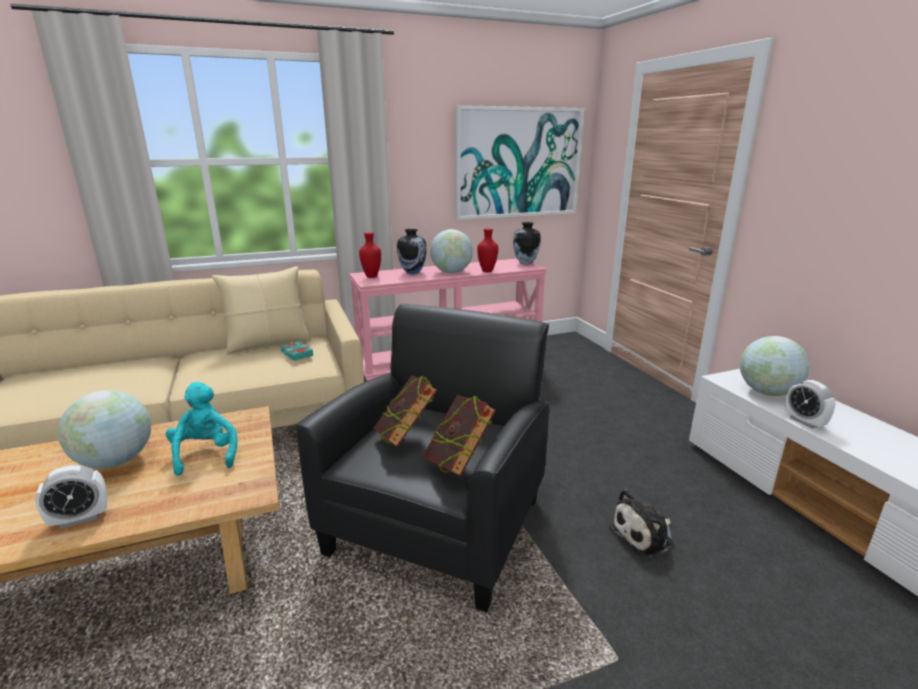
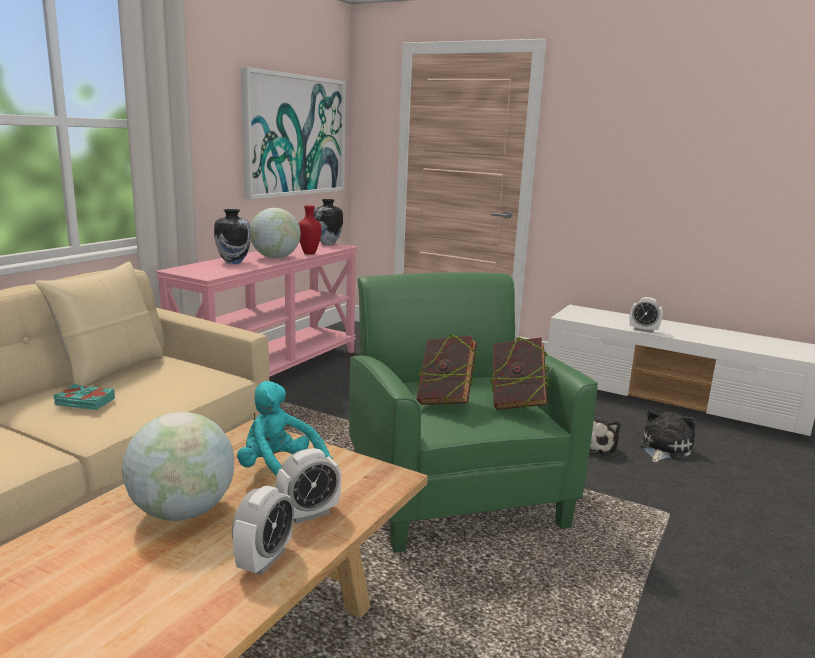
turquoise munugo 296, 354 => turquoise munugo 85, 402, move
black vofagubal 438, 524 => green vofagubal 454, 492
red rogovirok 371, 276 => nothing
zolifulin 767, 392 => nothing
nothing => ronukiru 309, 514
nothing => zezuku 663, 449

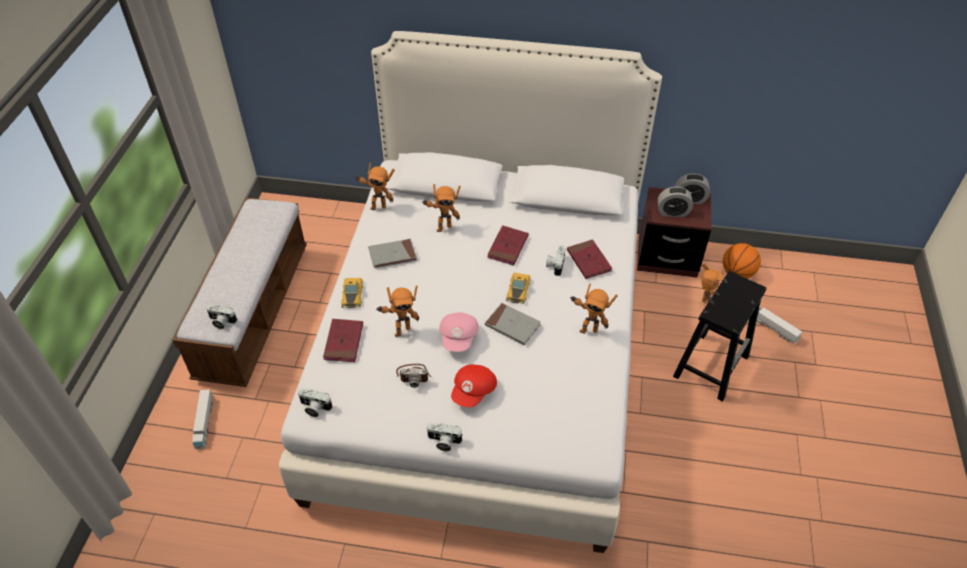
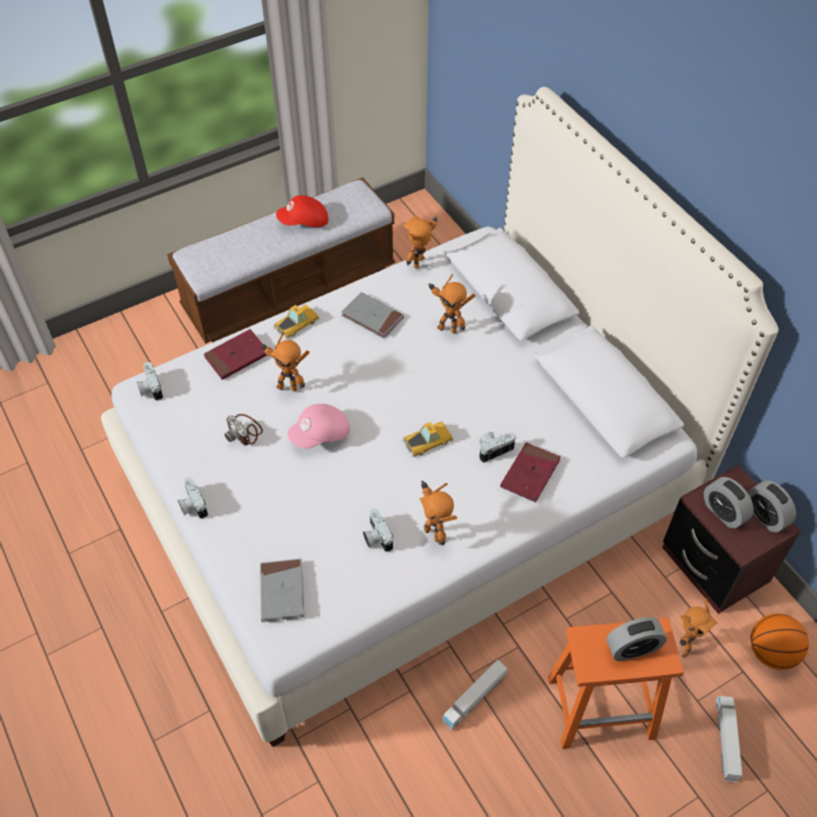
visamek 204, 423 => visamek 474, 698, move
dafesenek 221, 322 => dafesenek 376, 537, move
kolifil 378, 206 => kolifil 422, 264, 75 degrees clockwise
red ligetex 474, 391 => red ligetex 304, 222, move
grey munugo 512, 325 => grey munugo 282, 592, move
red munugo 508, 247 => nothing
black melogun 711, 365 => orange melogun 602, 707
nothing => ronukiru 632, 648

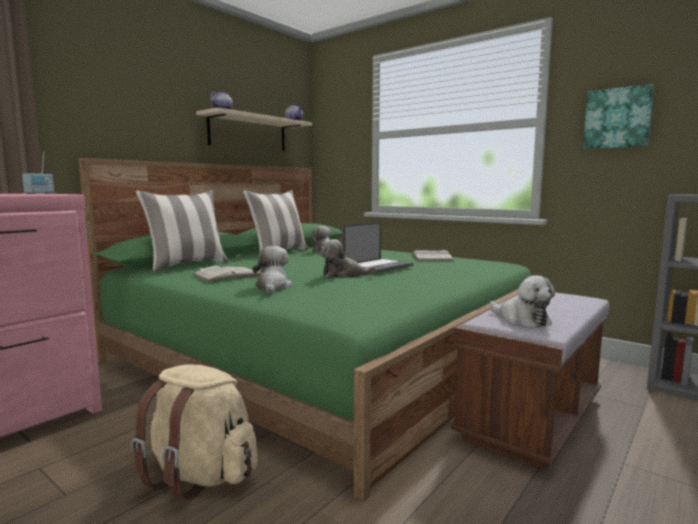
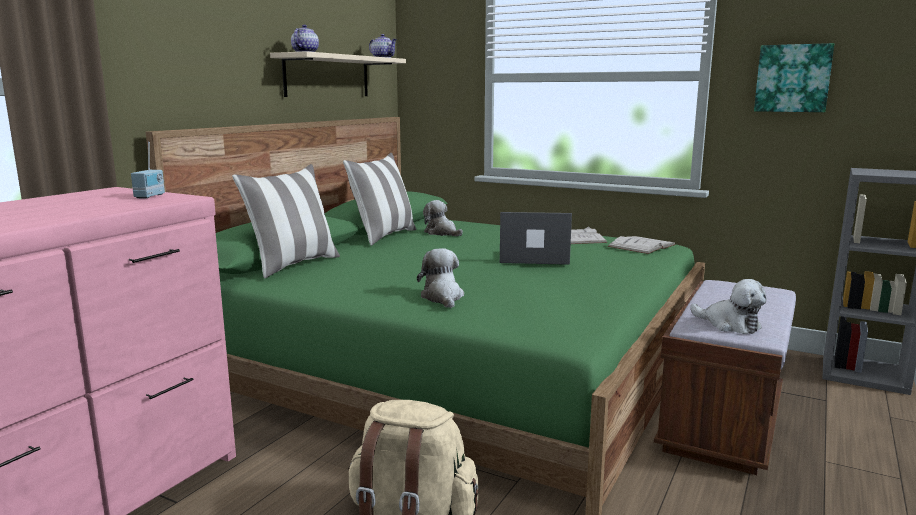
white munugo 228, 275 => white munugo 641, 245, move
zezuku 343, 275 => nothing
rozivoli 378, 266 => rozivoli 532, 257, 120 degrees counterclockwise

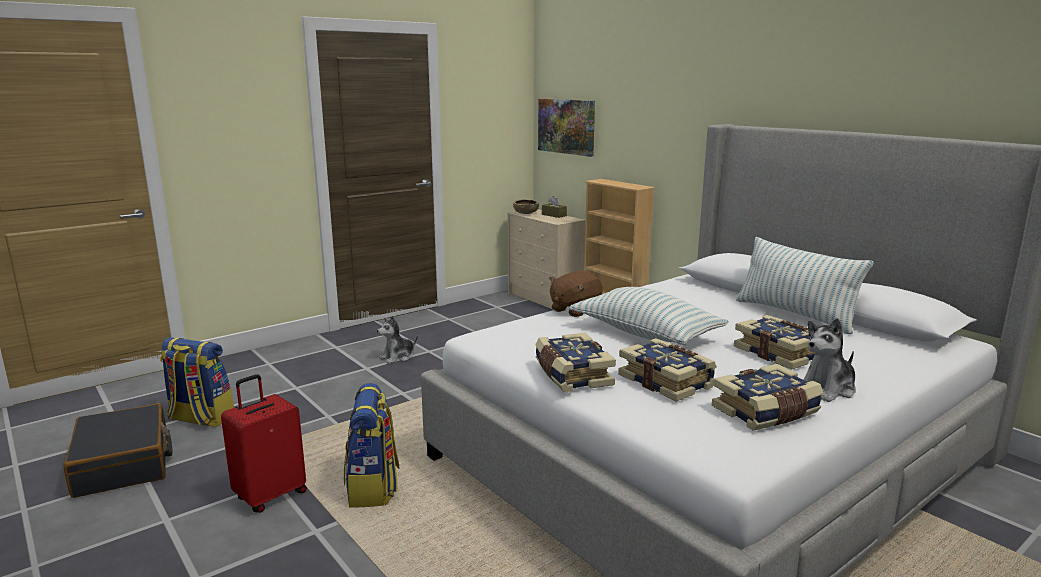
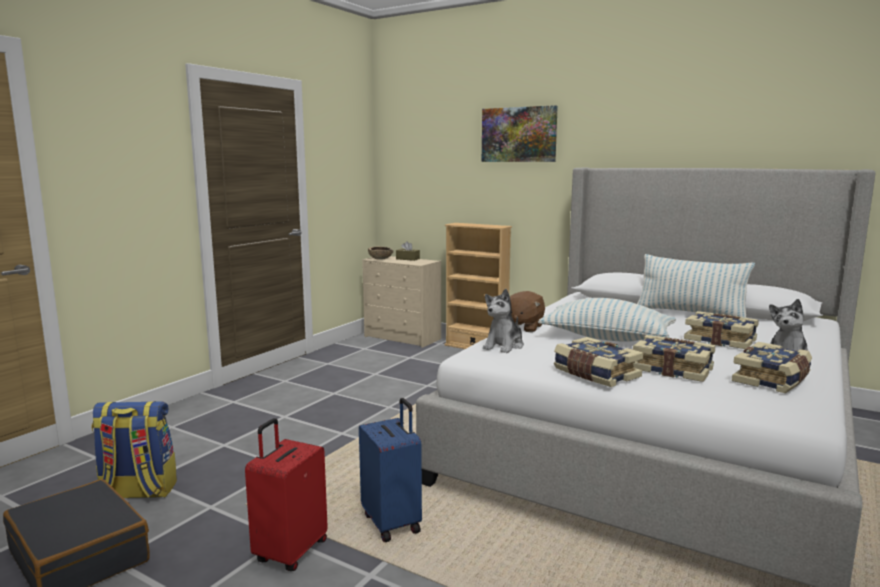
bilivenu 373, 488 => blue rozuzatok 393, 523
zezuku 398, 357 => zezuku 504, 346, move
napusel 566, 126 => napusel 519, 134, move

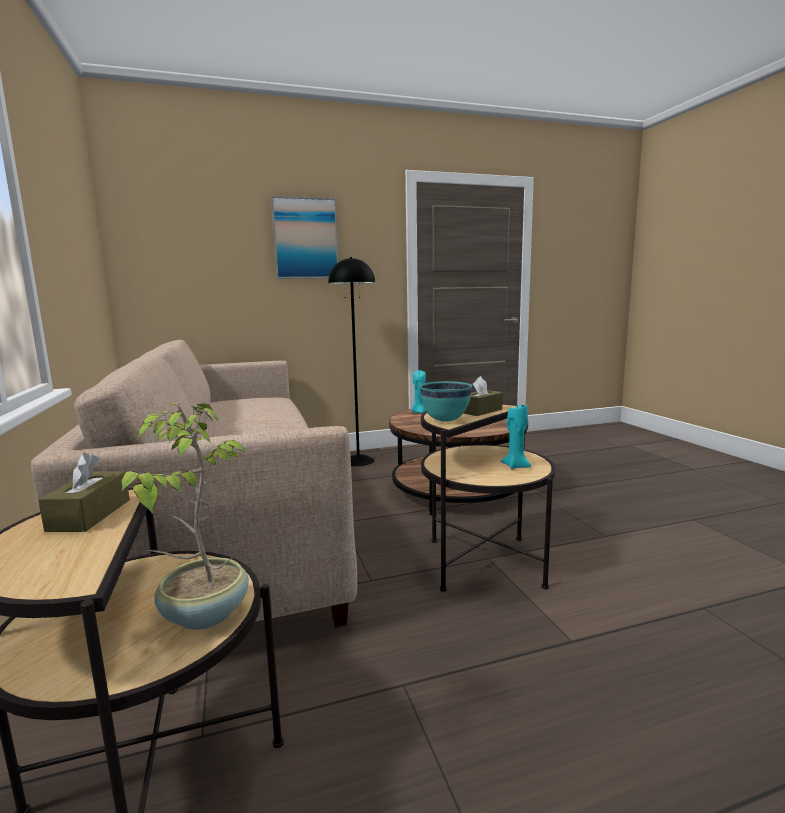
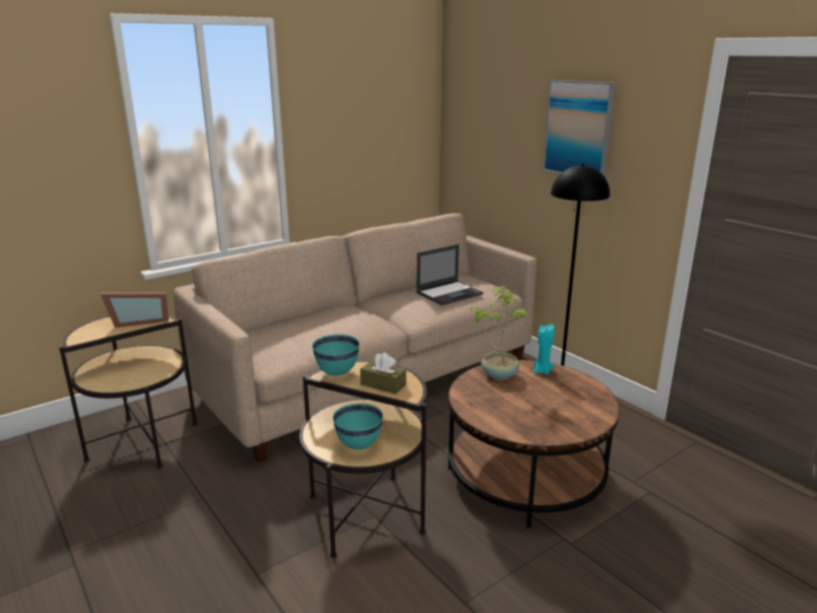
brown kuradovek 90, 515 => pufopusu 139, 321
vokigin 203, 614 => vokigin 499, 374, move
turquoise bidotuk 516, 466 => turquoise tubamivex 358, 445
nothing => rozivoli 449, 293

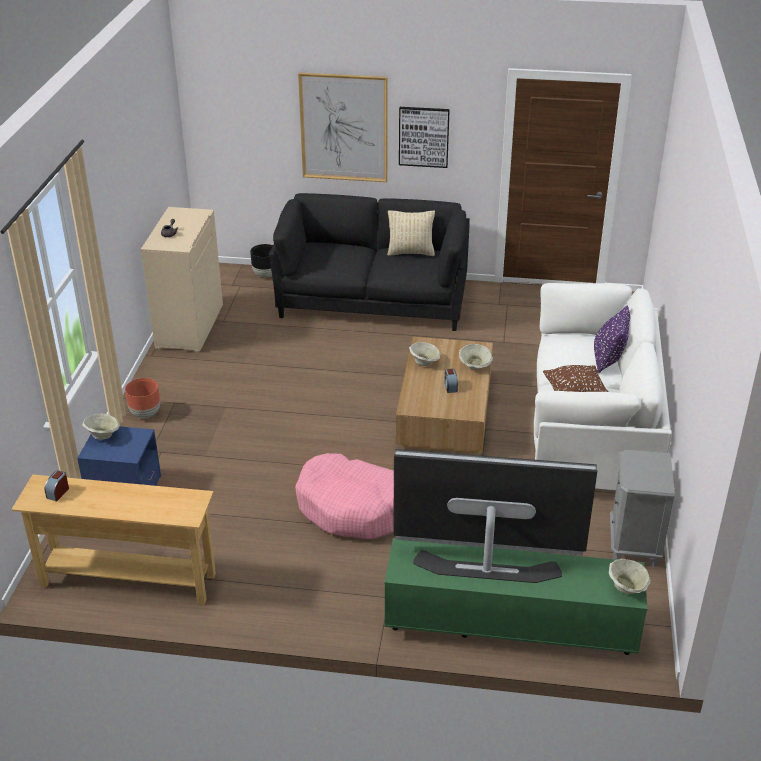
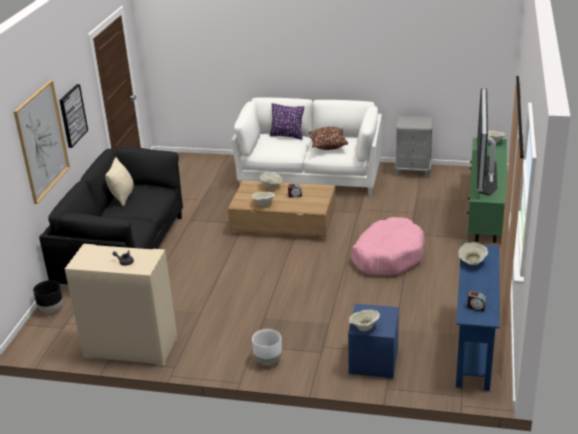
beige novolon 128, 580 => blue novolon 474, 347
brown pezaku 145, 413 => white pezaku 268, 361
nothing => beige tubamivex 472, 263

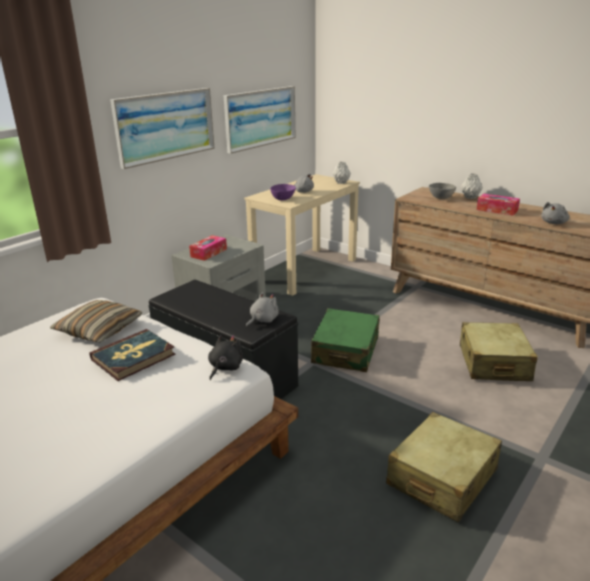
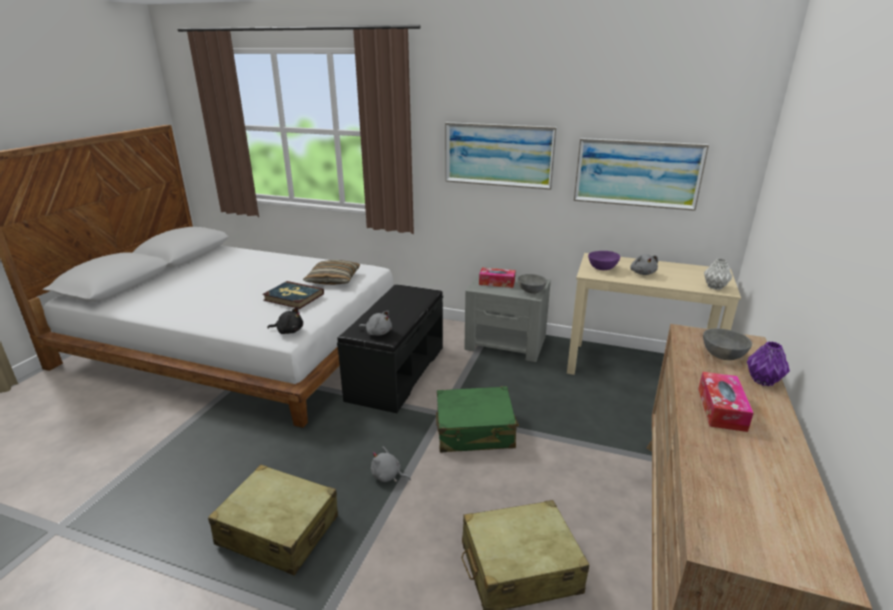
grey rogovirok 470, 197 => purple rogovirok 763, 381
grey zezuku 554, 223 => grey zezuku 388, 476, move
nothing => grey tubamivex 531, 291

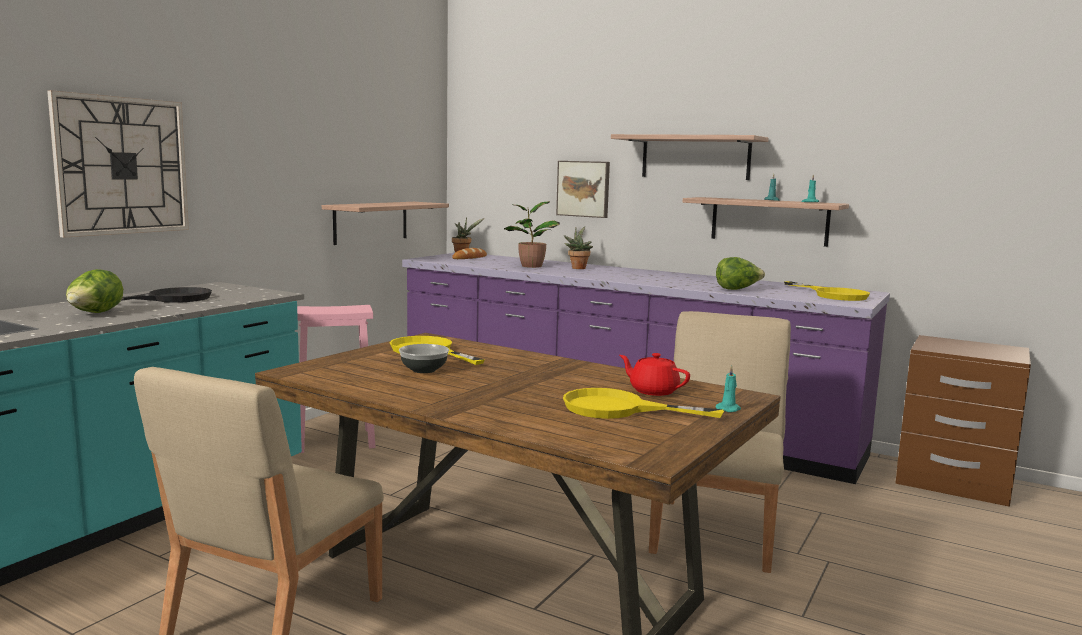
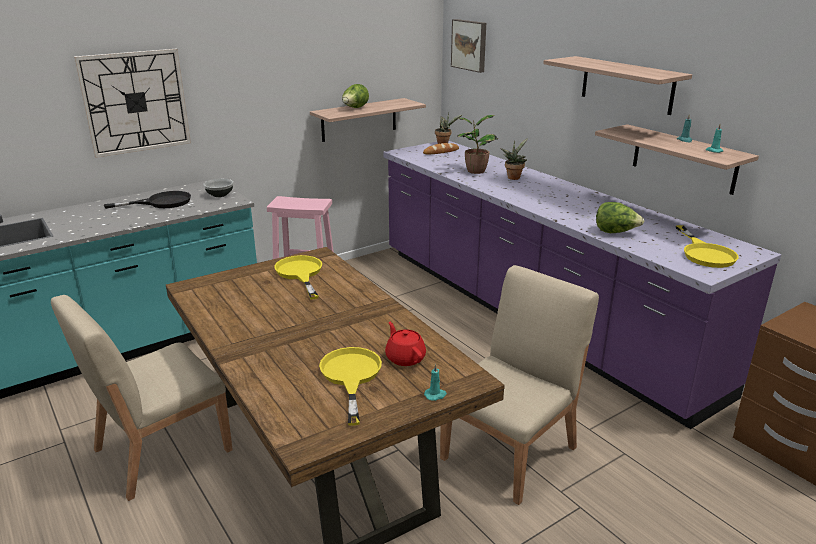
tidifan 95, 314 => tidifan 355, 108, move
tubamivex 424, 370 => tubamivex 220, 195, move
napusel 584, 189 => napusel 470, 45, move
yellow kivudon 618, 409 => yellow kivudon 351, 376, 45 degrees clockwise

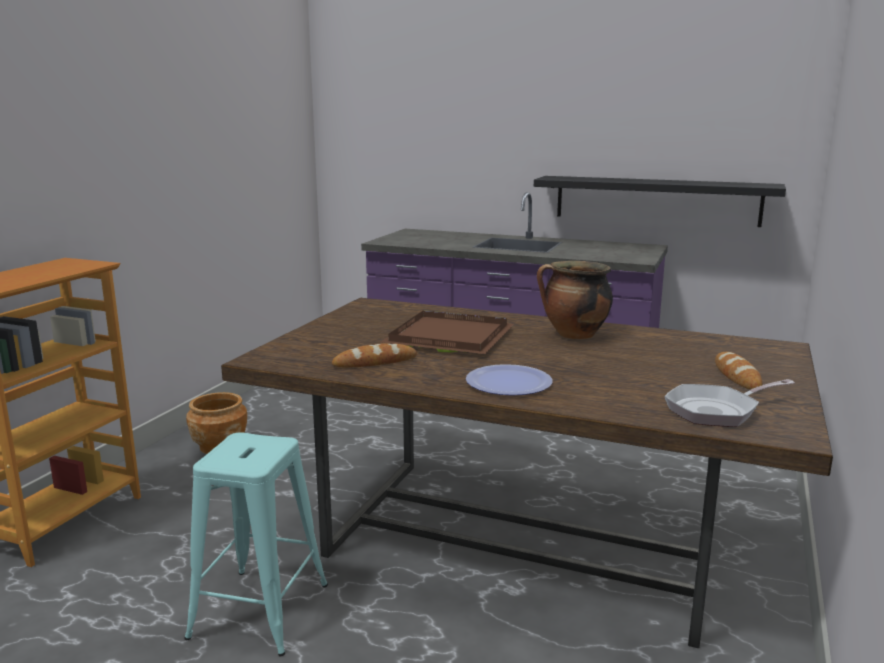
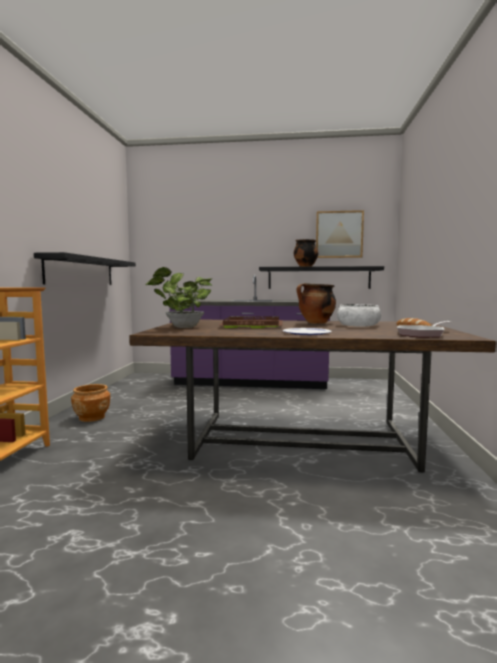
turquoise melogun 260, 610 => nothing
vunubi 375, 362 => nothing
nothing => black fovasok 81, 271
nothing => vokigin 182, 327
nothing => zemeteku 305, 266
nothing => napusel 339, 234
nothing => white tubamivex 358, 325

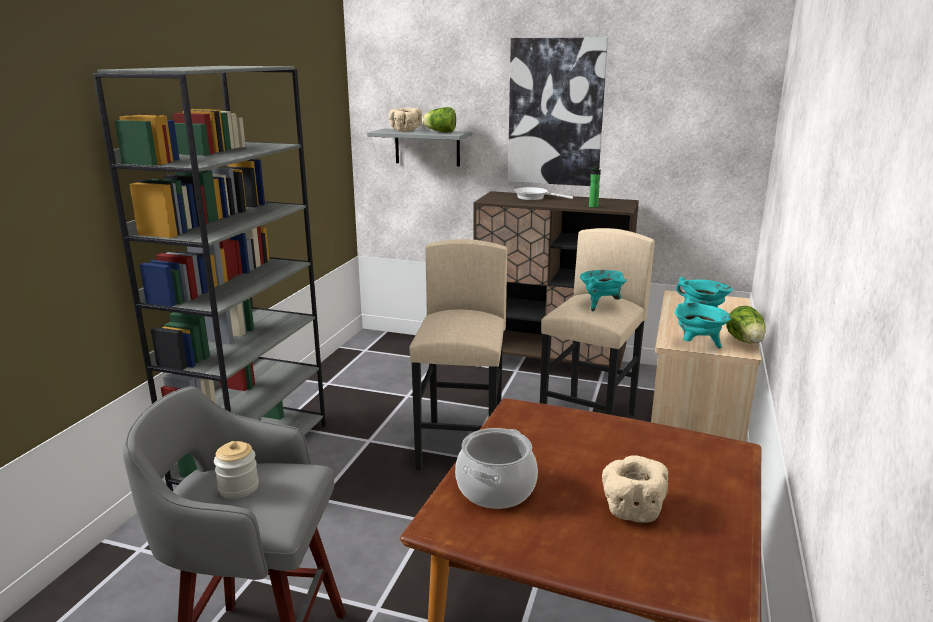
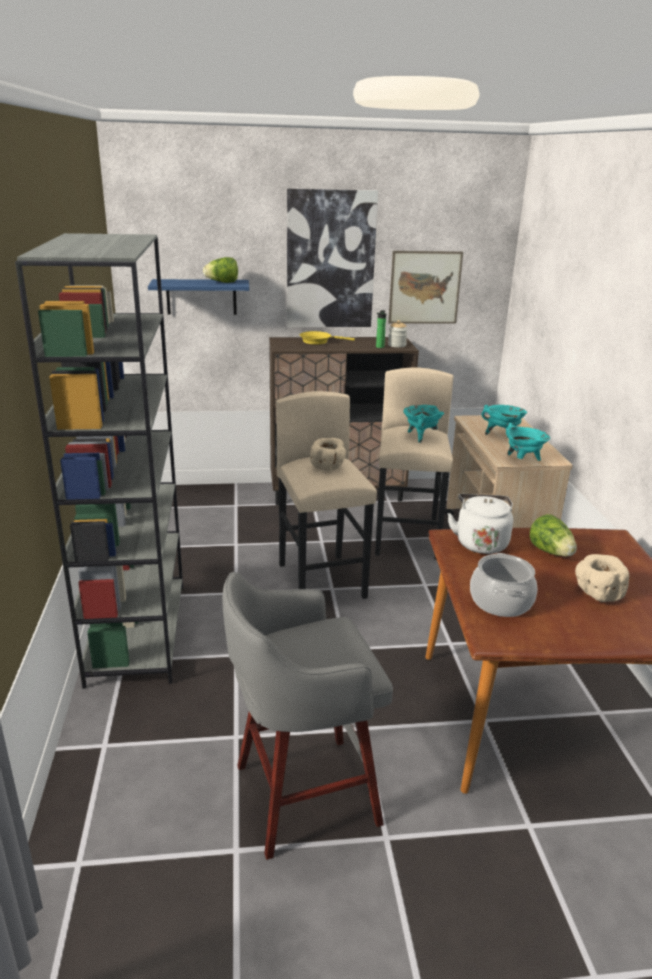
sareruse 238, 488 => sareruse 397, 345, move
grey fovasok 427, 147 => blue fovasok 201, 297
beige tubamivex 406, 131 => beige tubamivex 328, 467, move
white kivudon 534, 197 => yellow kivudon 318, 341
tidifan 745, 342 => tidifan 551, 552, move
nothing => napusel 424, 287
nothing => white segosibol 480, 542

